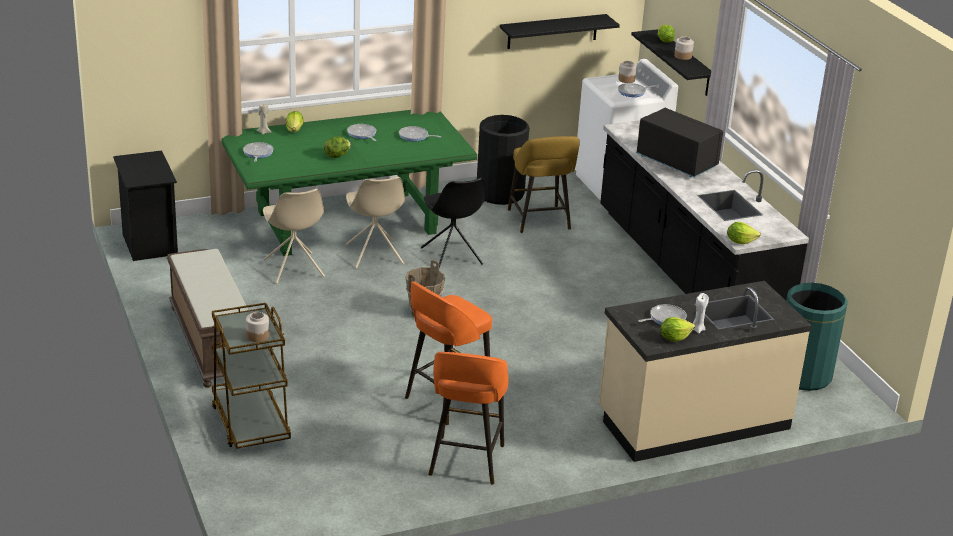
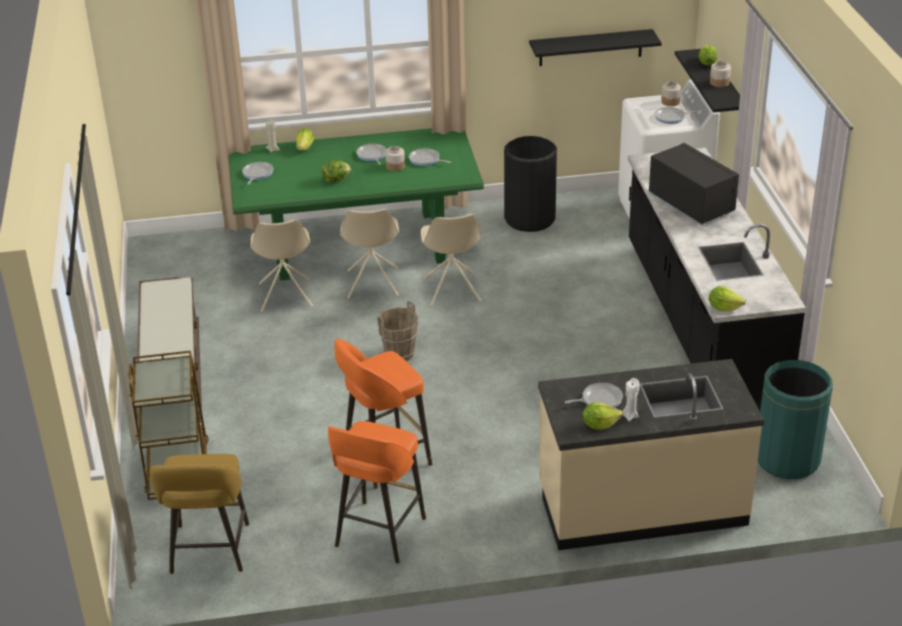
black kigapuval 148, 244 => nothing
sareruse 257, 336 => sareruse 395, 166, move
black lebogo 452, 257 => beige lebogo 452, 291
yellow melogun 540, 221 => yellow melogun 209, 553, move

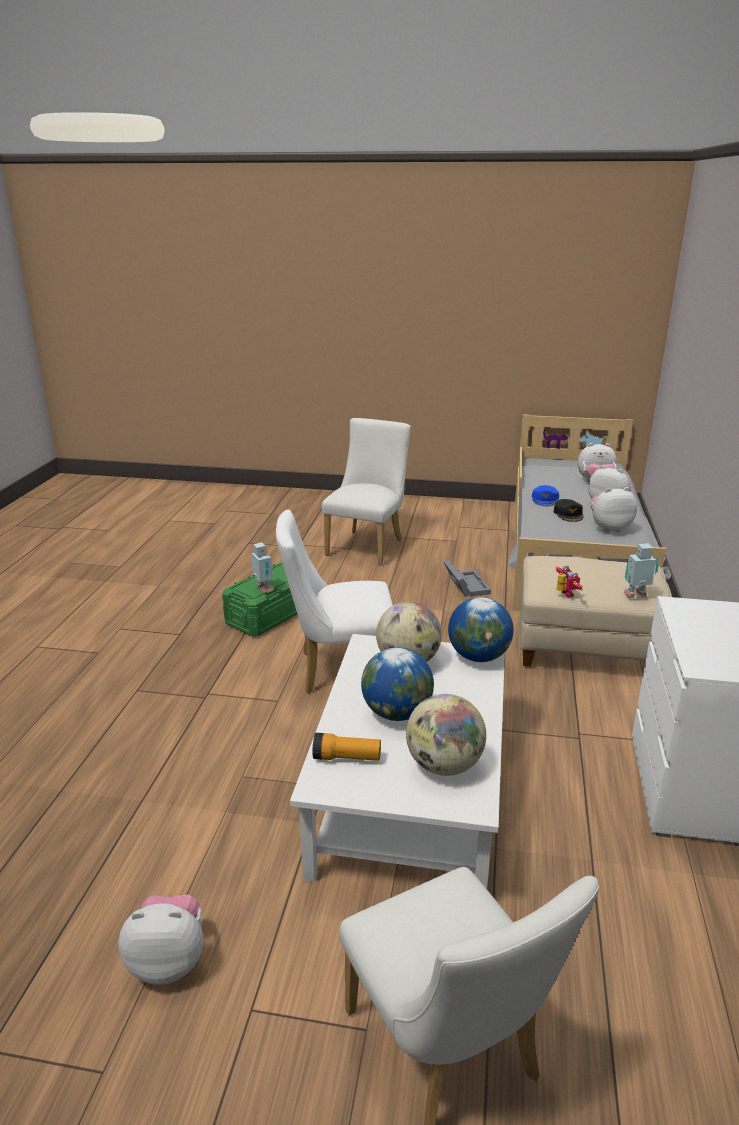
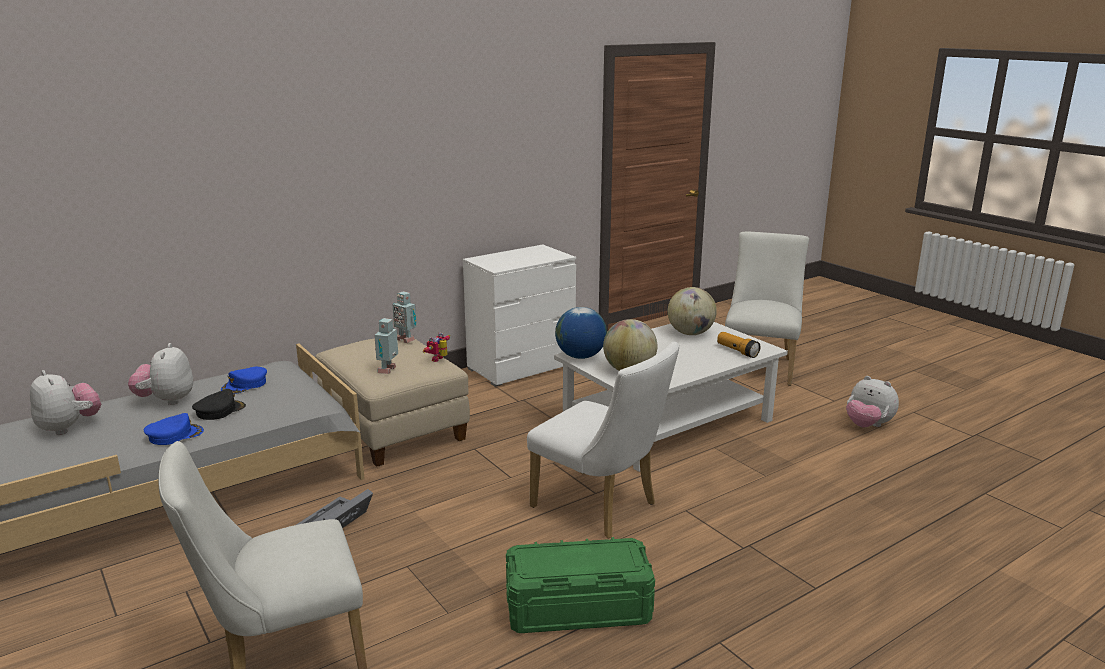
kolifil 263, 589 => kolifil 388, 370, move
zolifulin 397, 713 => nothing
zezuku 608, 528 => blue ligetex 245, 385

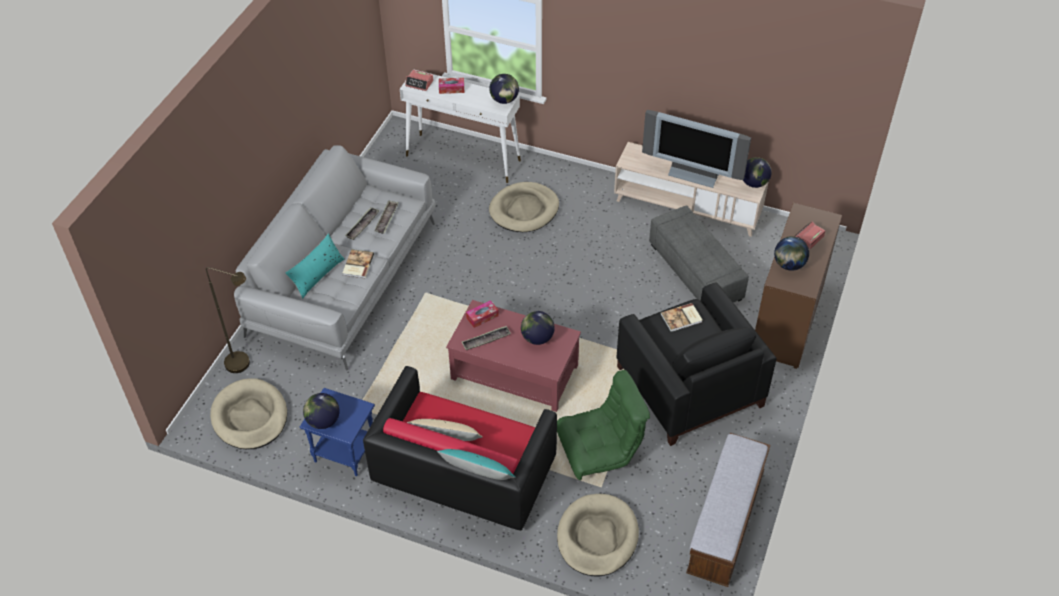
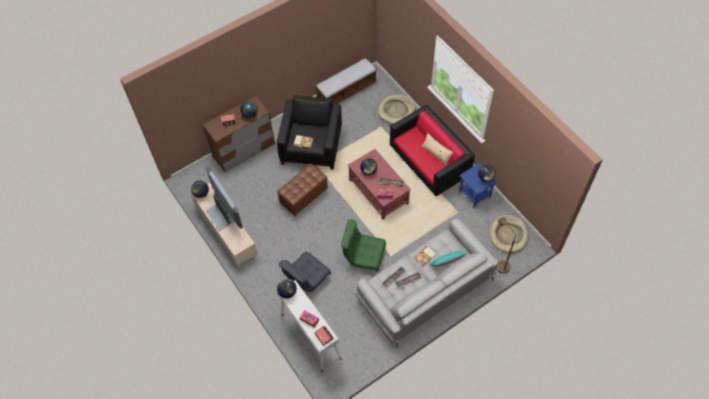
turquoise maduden 477, 473 => nothing
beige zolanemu 524, 210 => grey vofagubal 306, 279
green vofagubal 600, 451 => green vofagubal 363, 256, move
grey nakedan 695, 272 => nothing
nothing => brown nakedan 303, 196

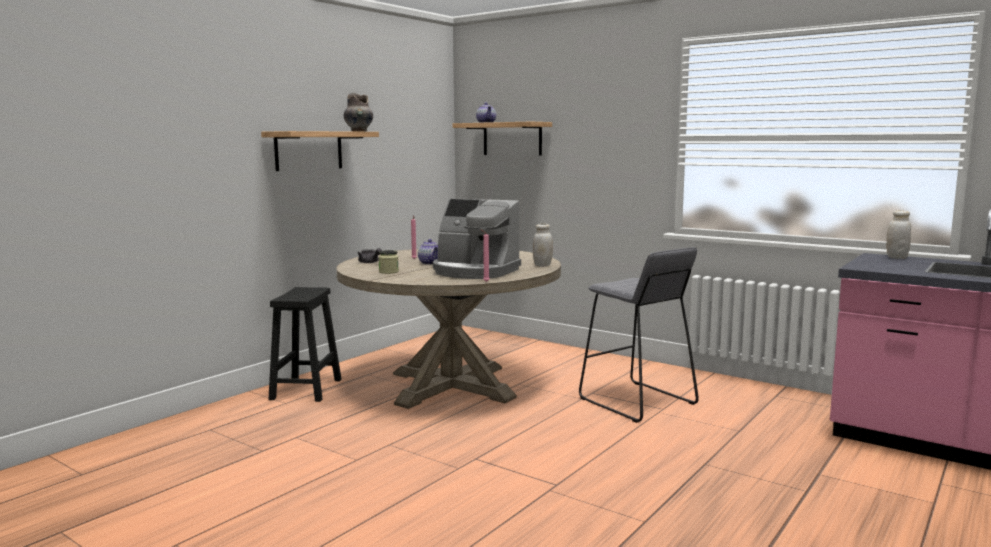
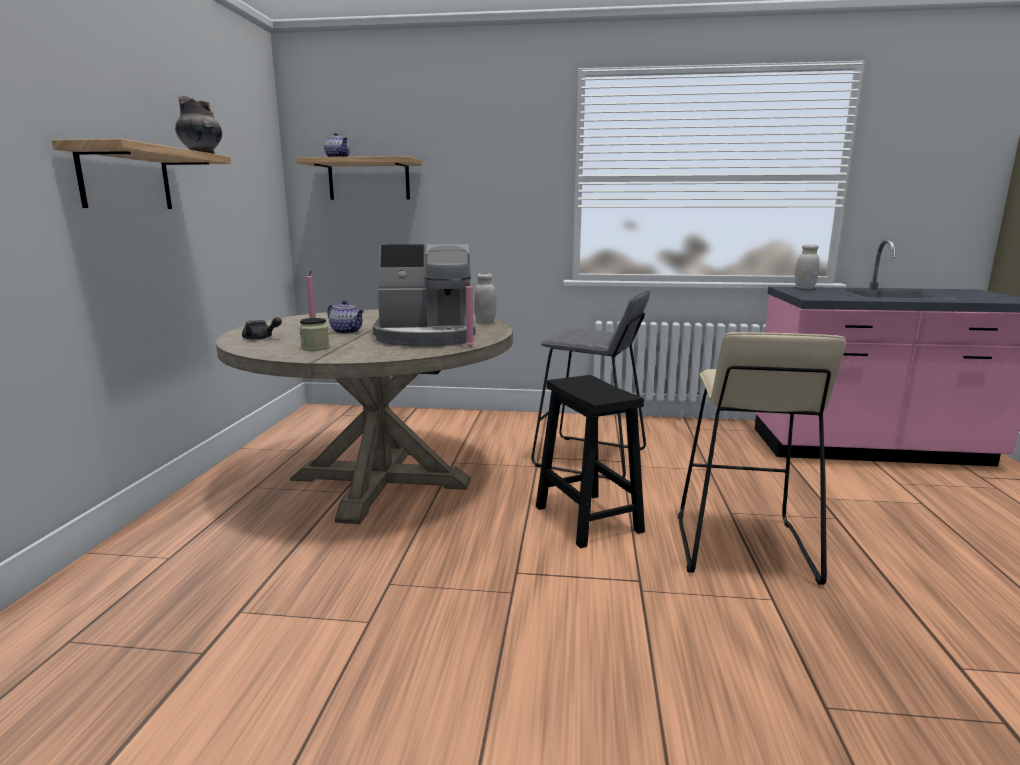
black melogun 306, 390 => black melogun 589, 520, move
nothing => beige melogun 741, 547

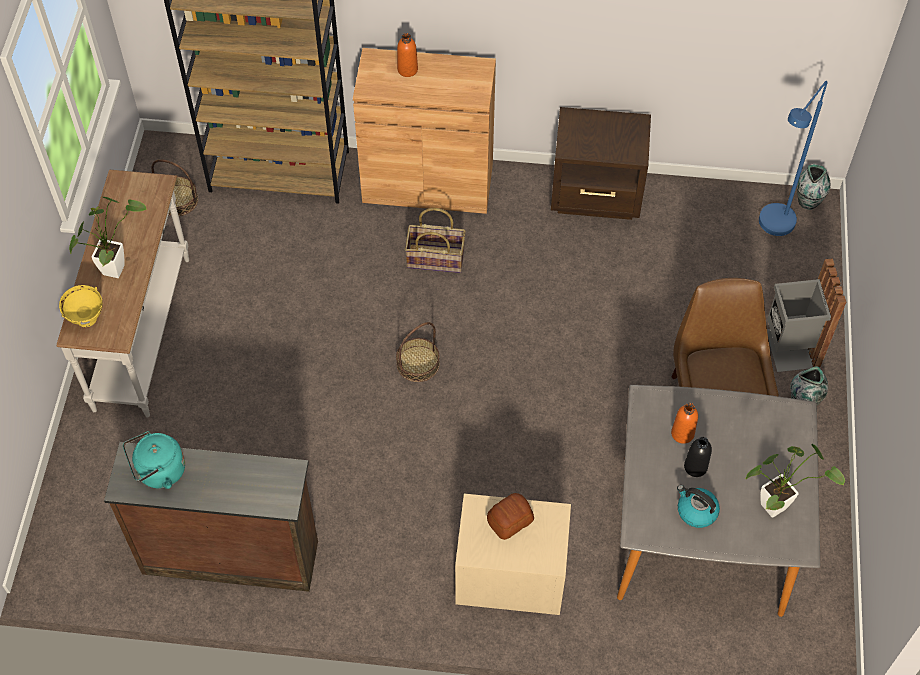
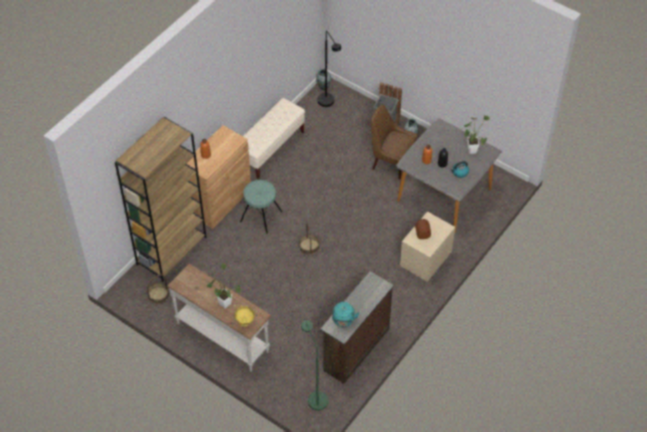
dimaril 436, 258 => turquoise melogun 261, 216
brown kigapuval 597, 196 => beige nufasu 271, 149
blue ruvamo 773, 229 => black ruvamo 328, 104
nothing => green ruvamo 315, 397

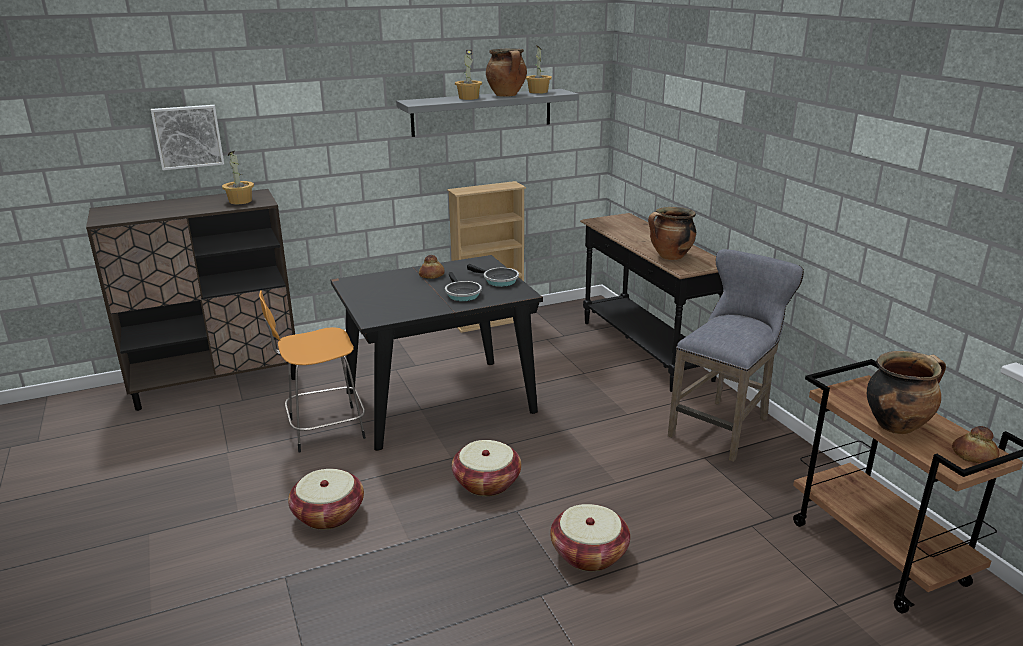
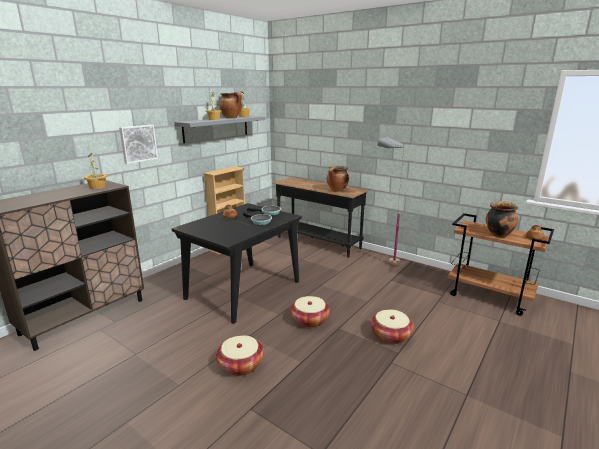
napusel 188, 136 => napusel 138, 143, move
orange melogun 323, 429 => nothing
grey melogun 724, 426 => grey ruvamo 384, 265

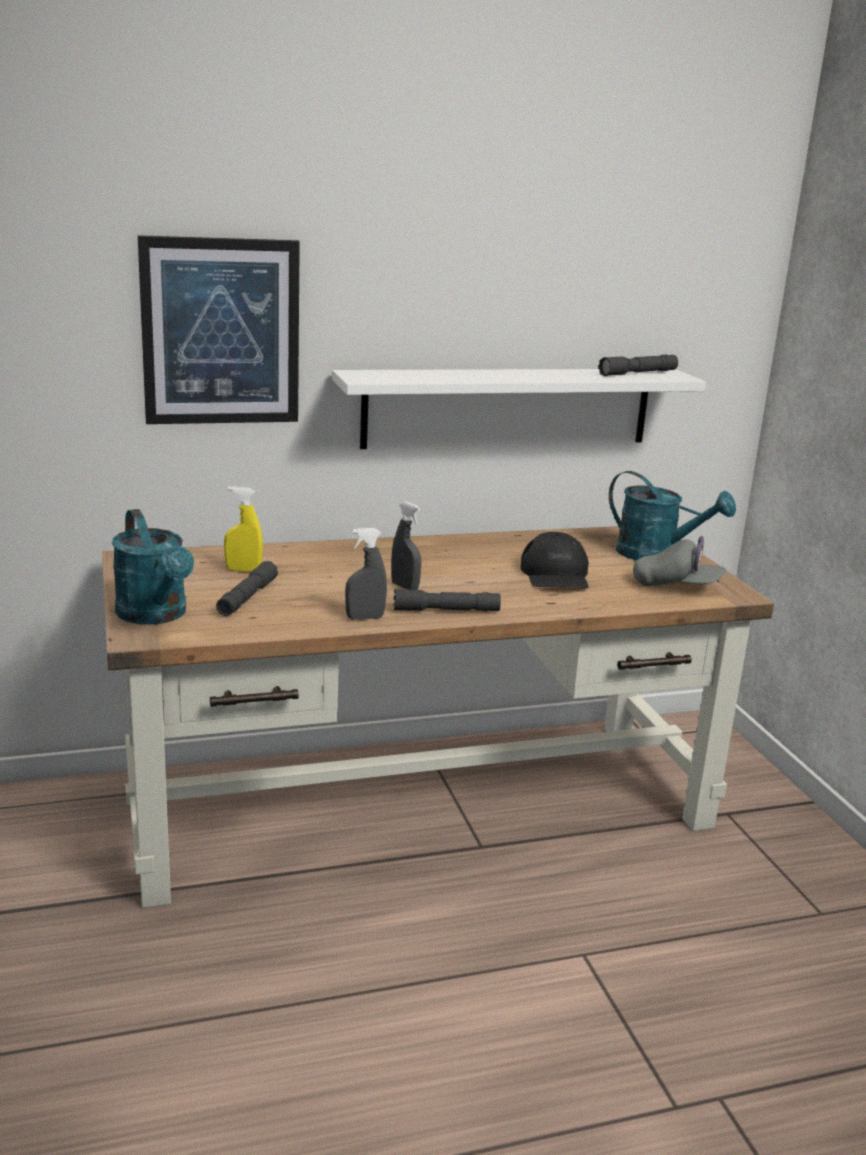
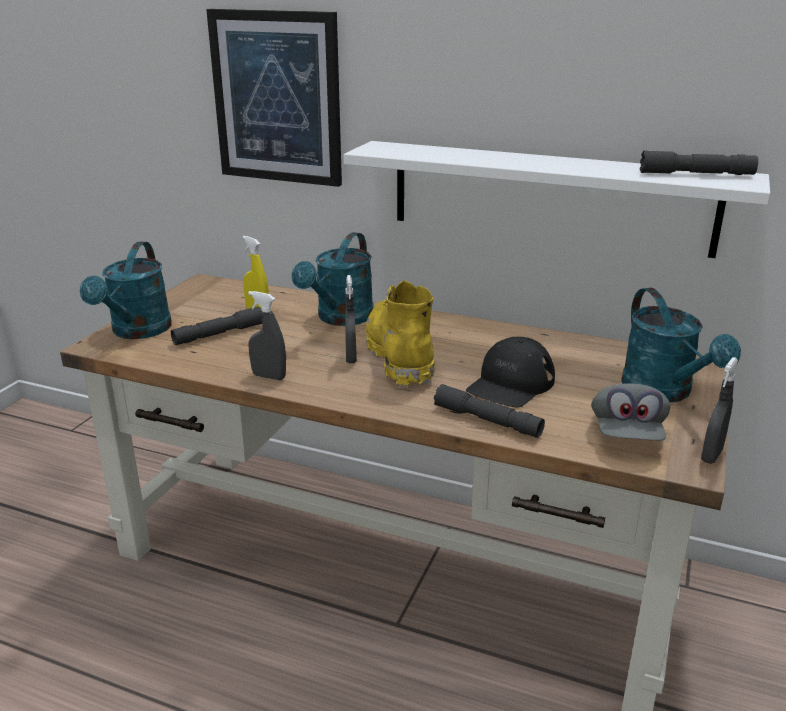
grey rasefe 446, 610 => grey rasefe 487, 420, move
grey ligetex 676, 586 => grey ligetex 626, 434, 45 degrees clockwise
nothing => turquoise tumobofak 340, 318
nothing => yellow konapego 400, 357
nothing => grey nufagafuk 711, 455

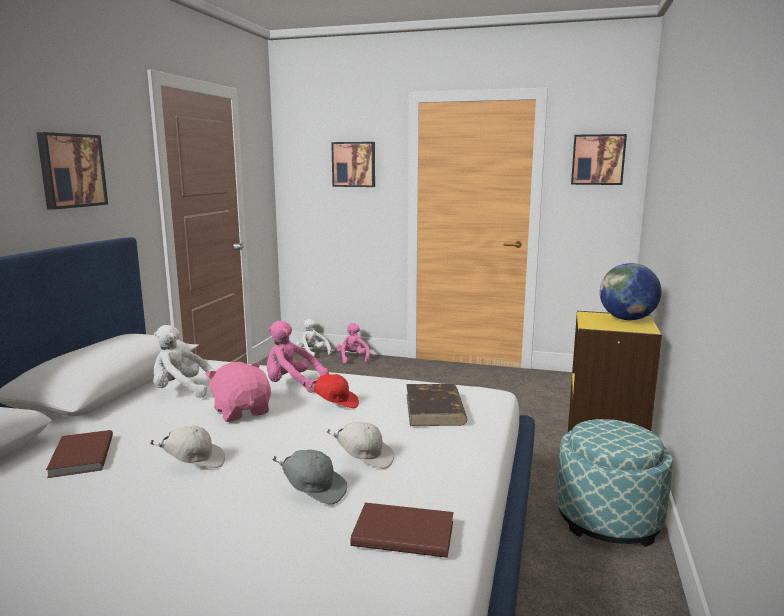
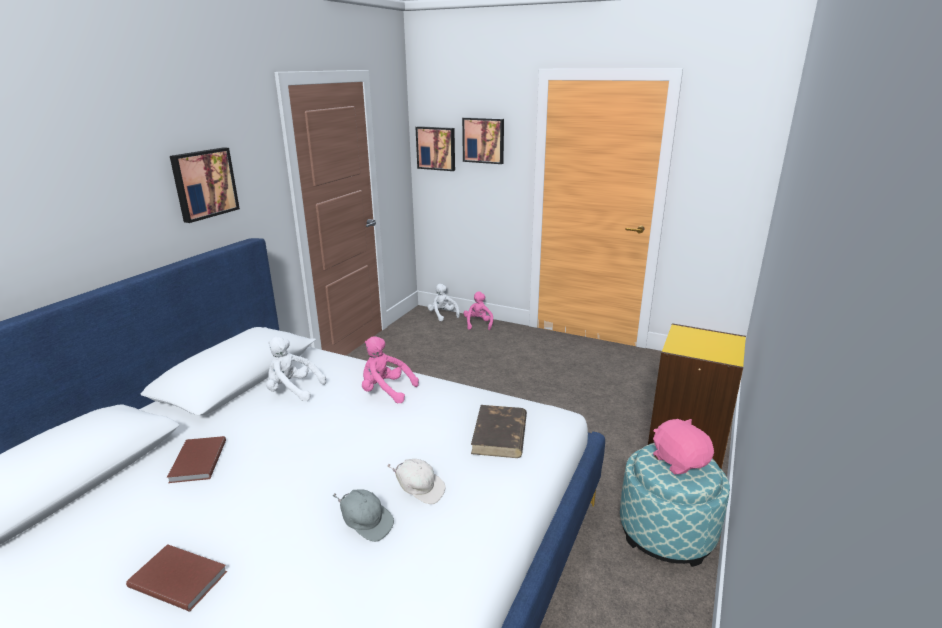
white ligetex 194, 463 => nothing
pink zezuku 242, 411 => pink zezuku 679, 461, move
red ligetex 335, 404 => nothing
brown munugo 402, 532 => brown munugo 179, 577, move
napusel 598, 159 => napusel 436, 148, move
zolifulin 627, 319 => nothing

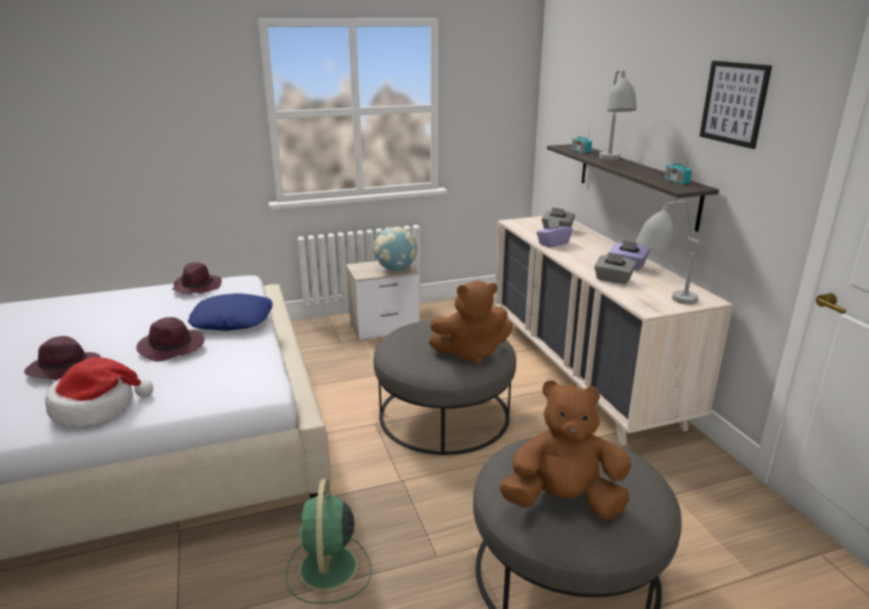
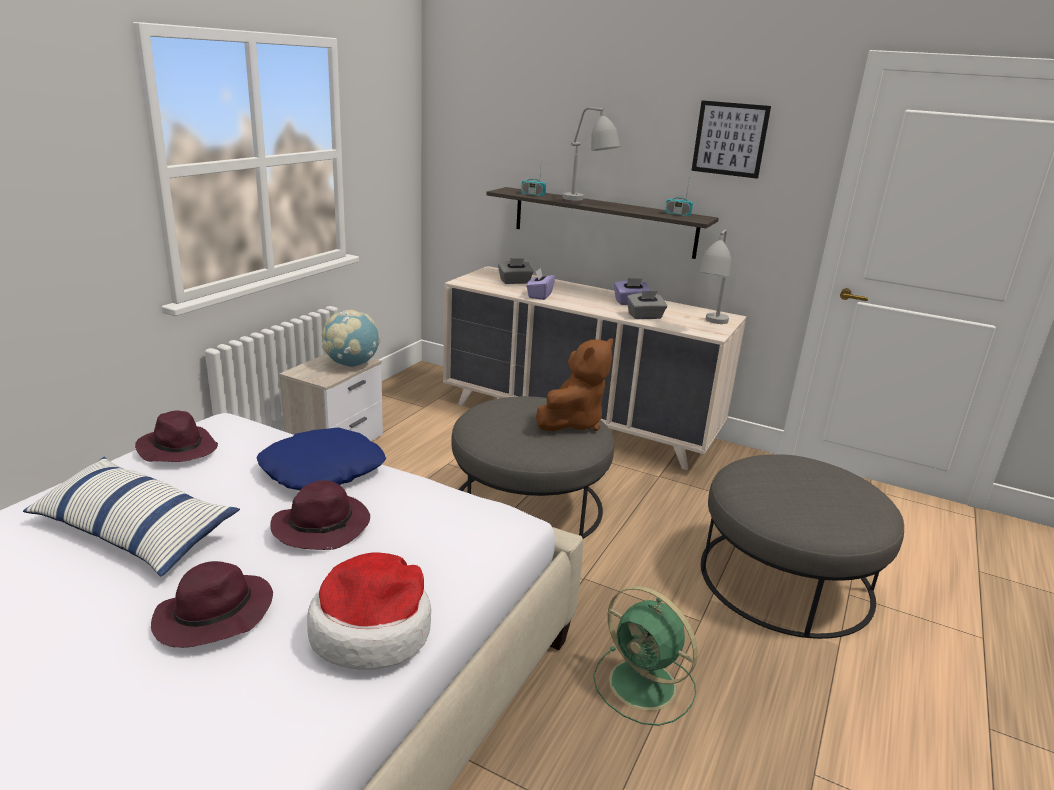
brown zezuku 564, 501 => nothing
nothing => maduden 134, 531

